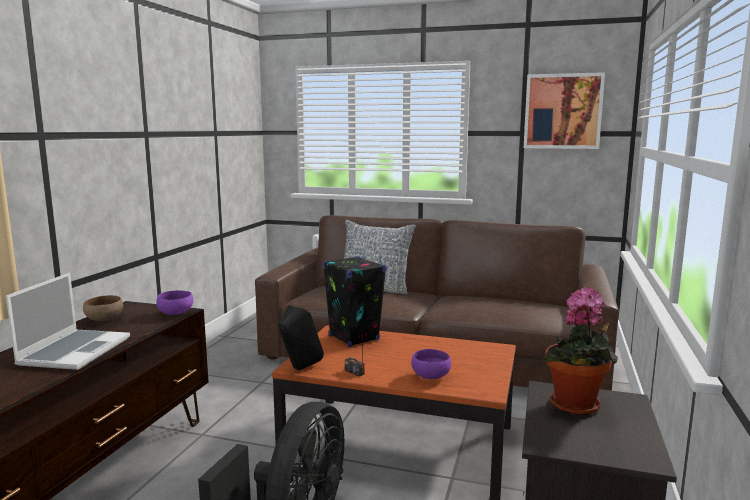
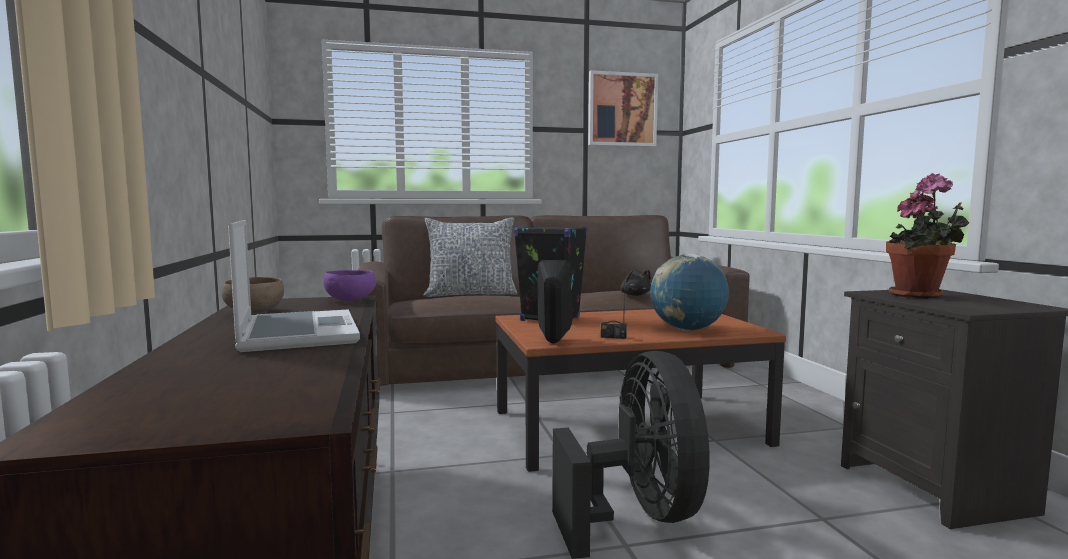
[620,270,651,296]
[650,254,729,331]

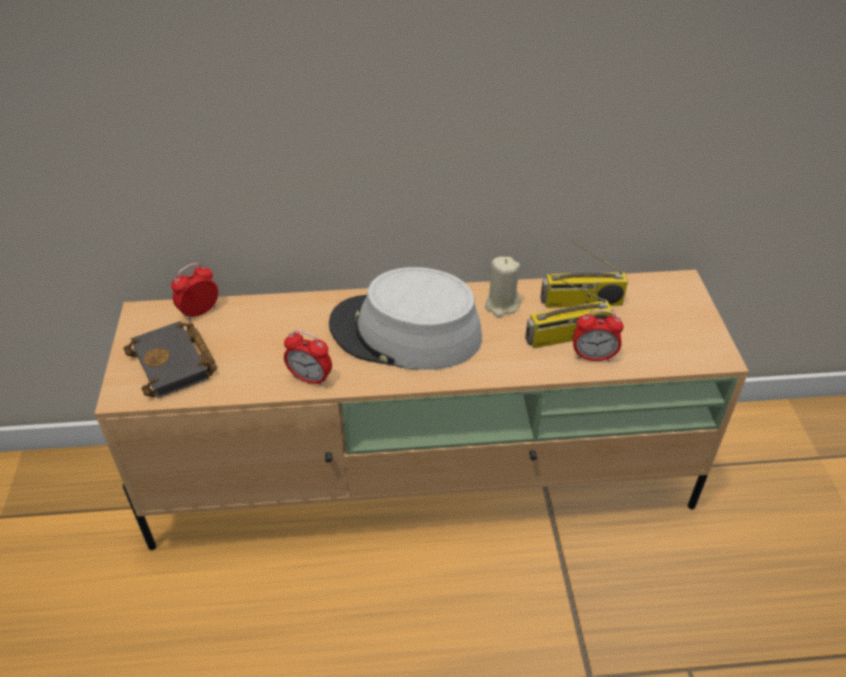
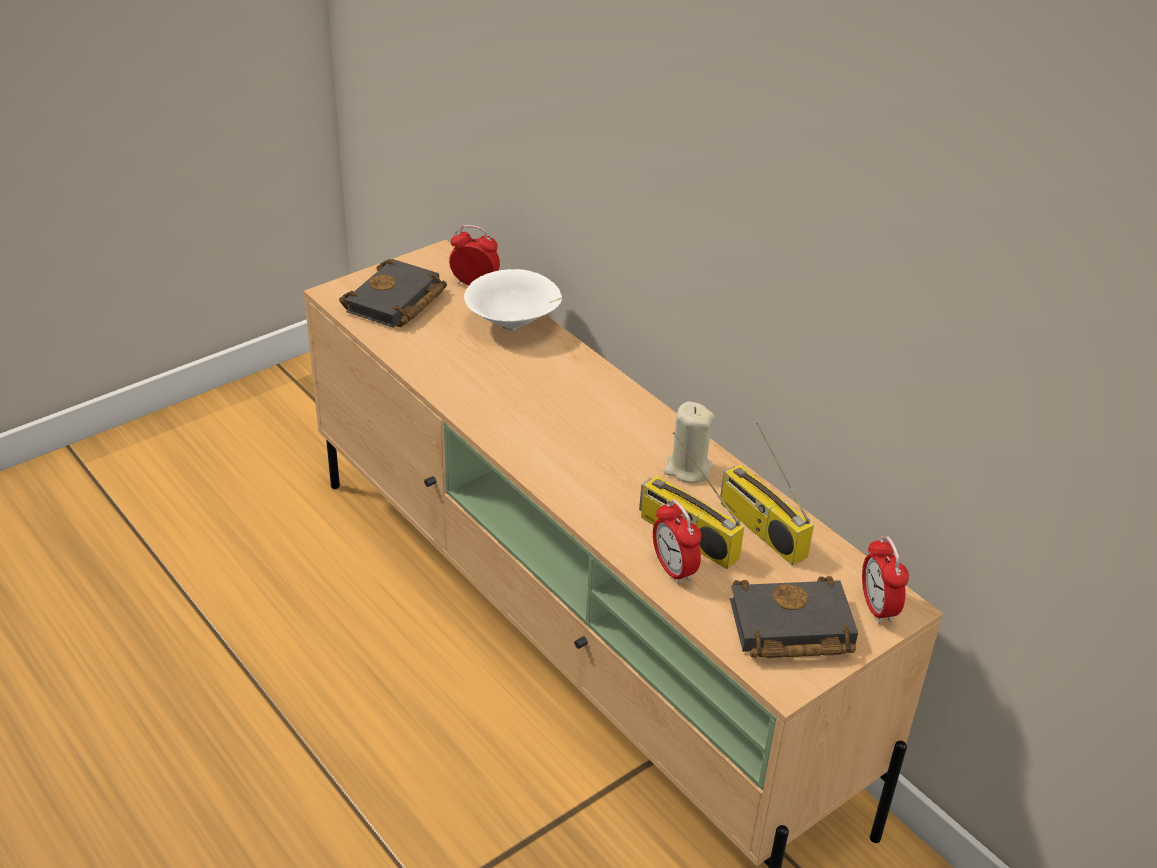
[464,269,562,330]
[730,576,858,658]
[862,536,909,624]
[329,267,482,370] (first image)

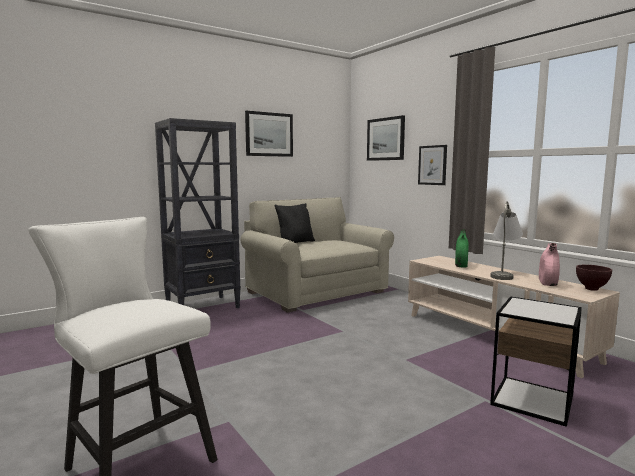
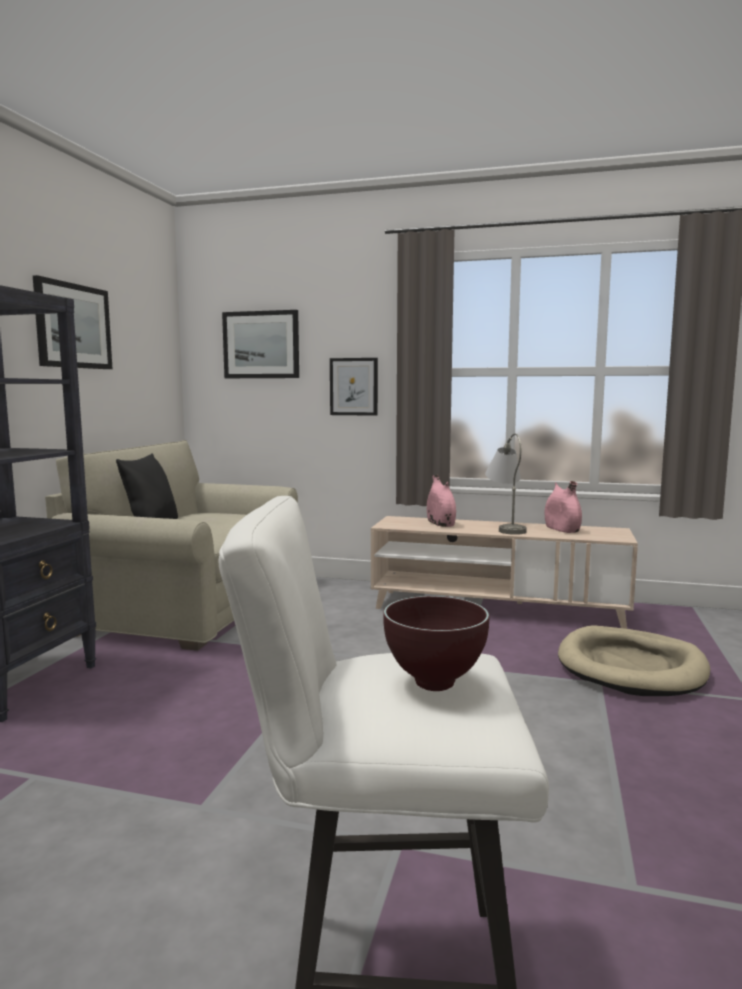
[383,596,489,691]
[427,475,456,527]
[558,625,710,696]

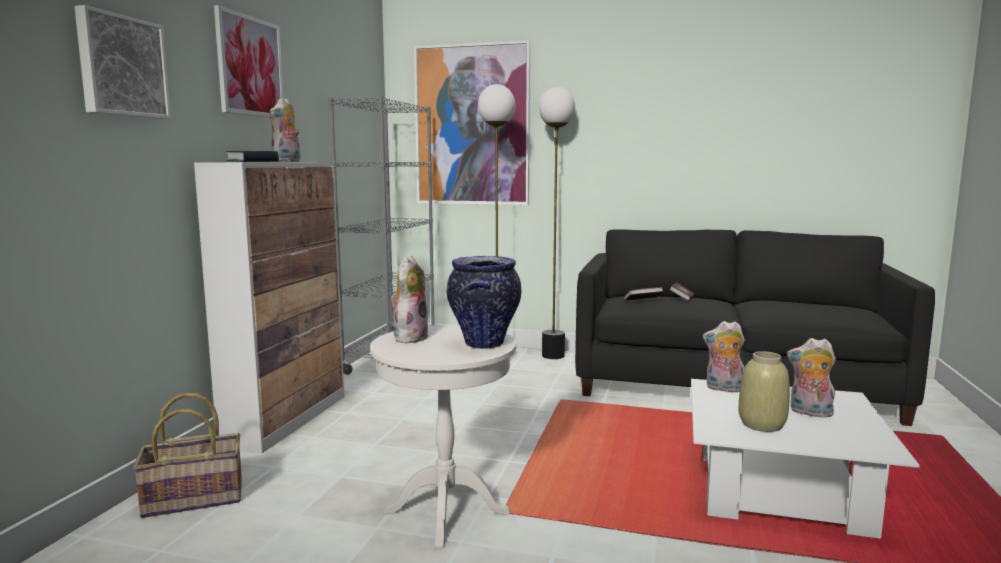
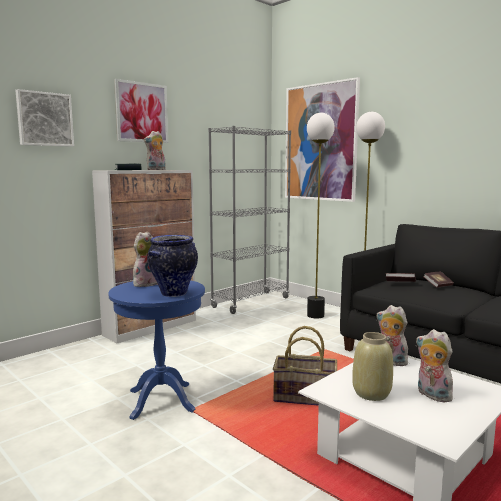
[108,280,205,420]
[273,326,337,406]

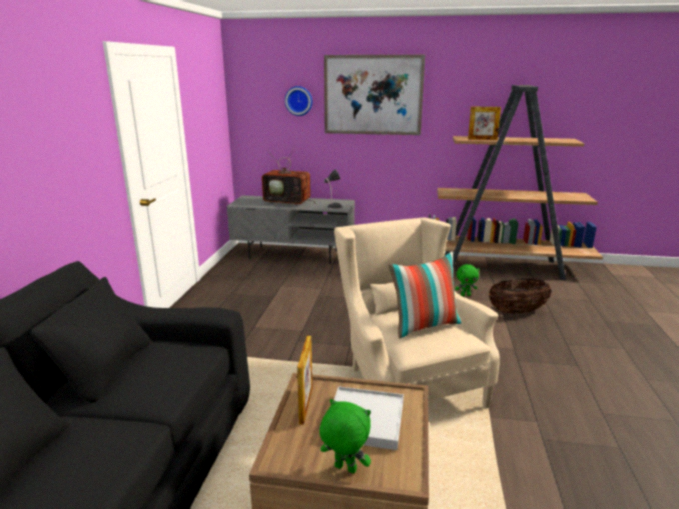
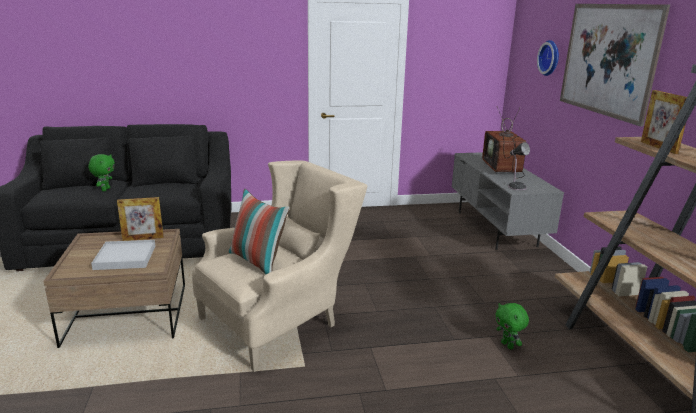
[88,154,115,191]
[489,279,551,314] (first image)

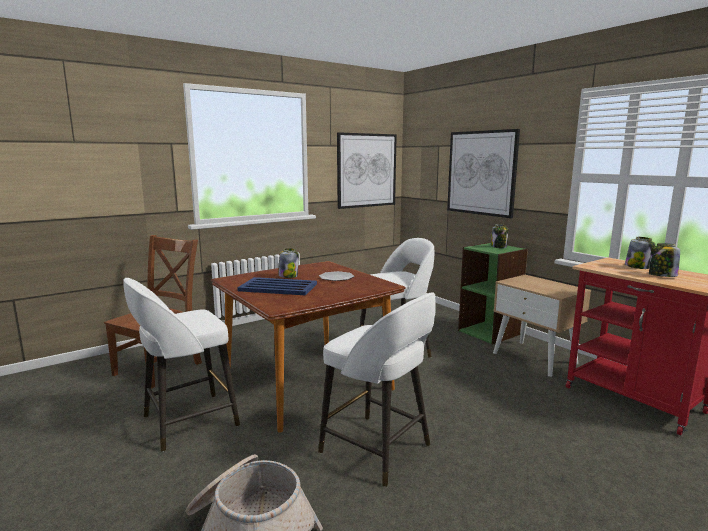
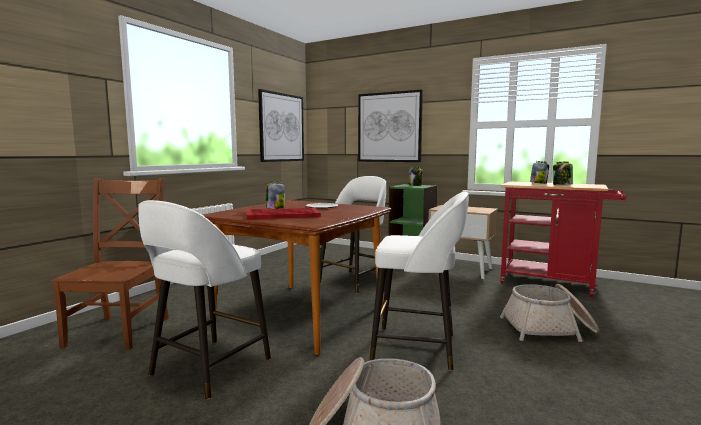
[247,208,321,220]
[500,284,599,342]

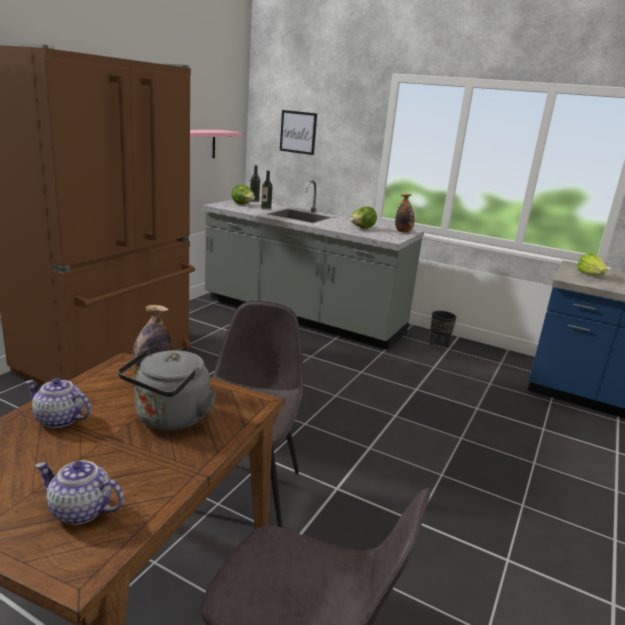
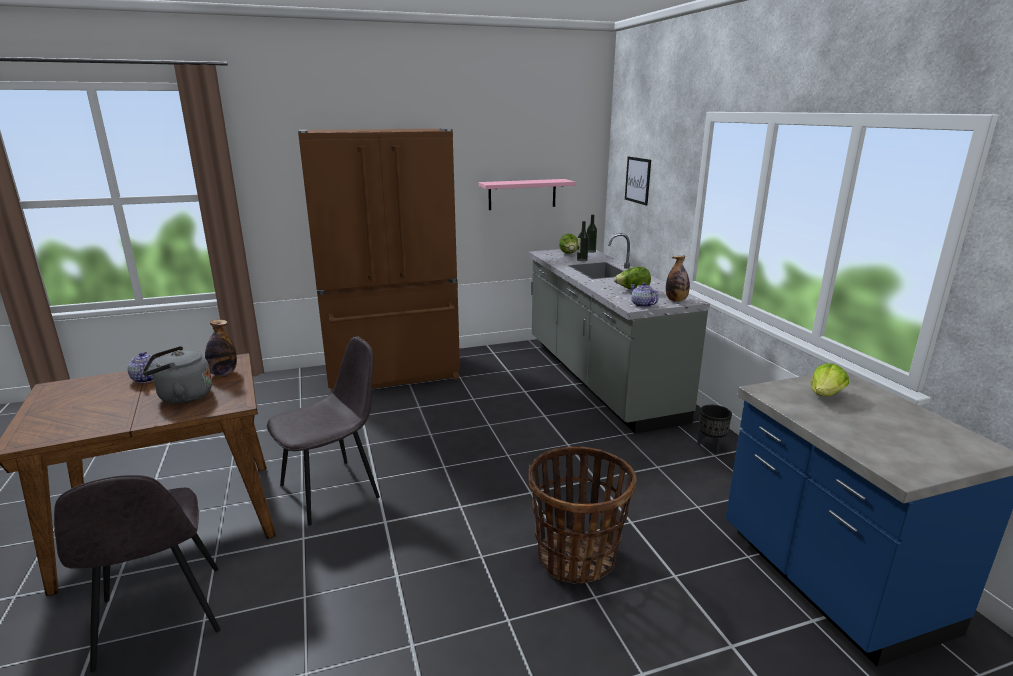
[528,447,637,584]
[630,283,659,308]

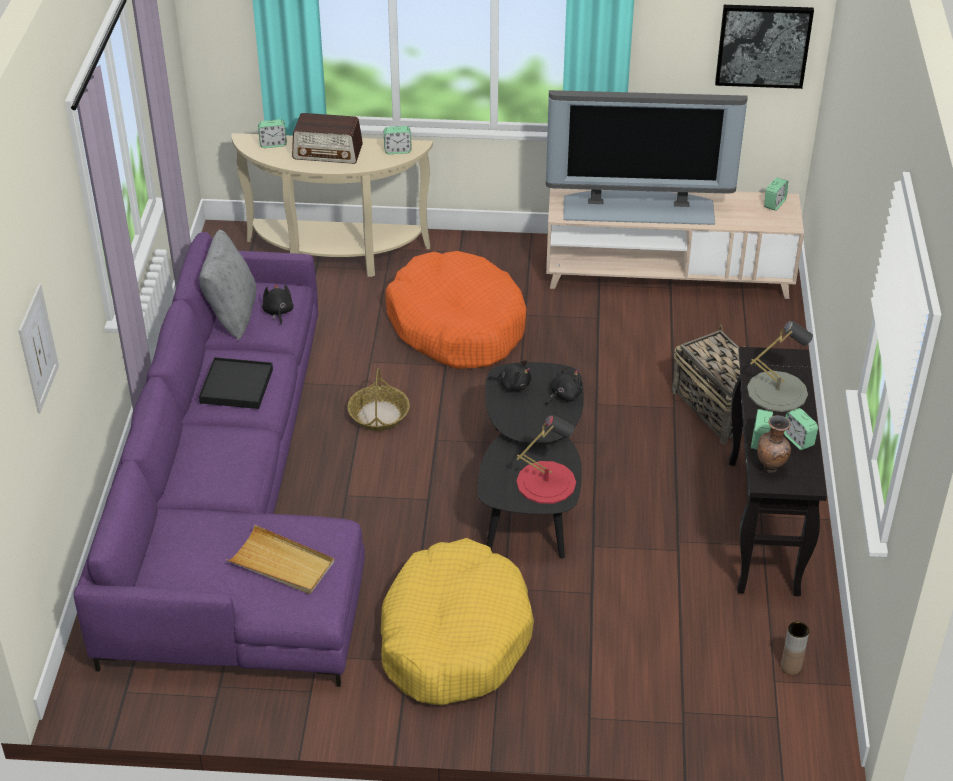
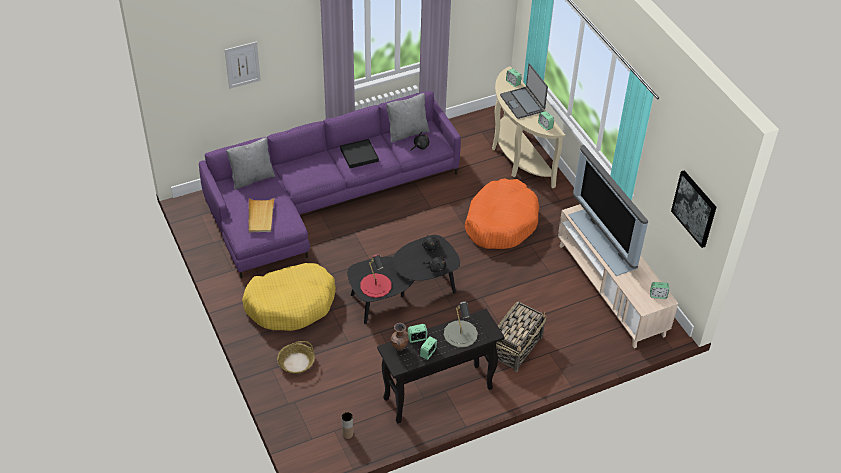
[226,137,276,190]
[277,341,315,374]
[500,63,548,119]

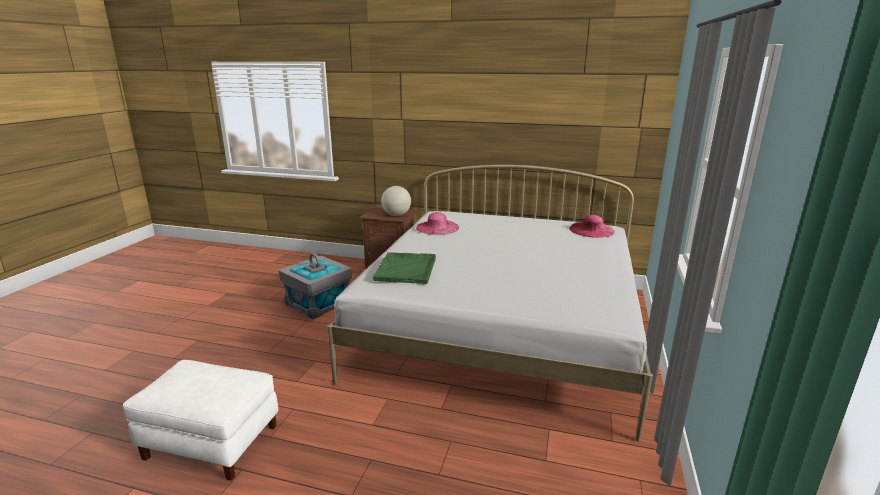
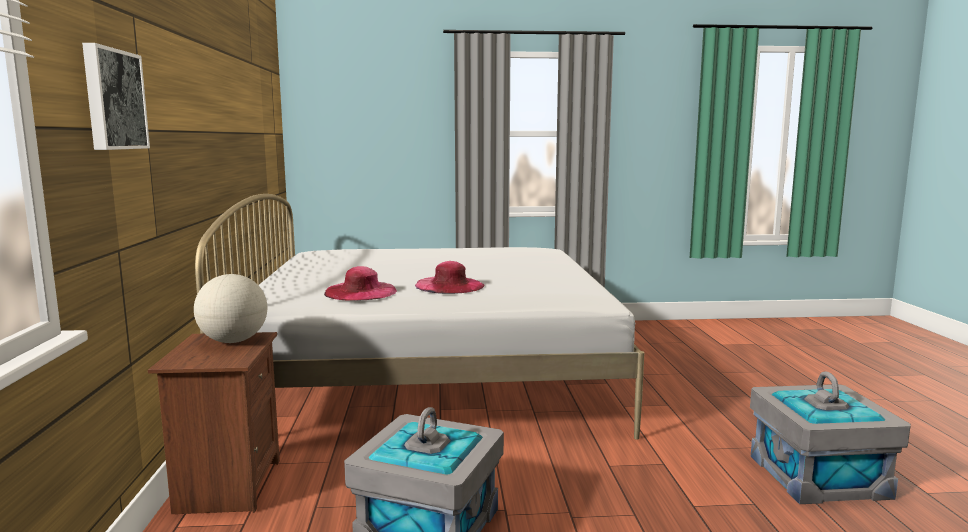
[82,43,150,150]
[415,261,484,294]
[750,372,911,504]
[373,252,436,284] (first image)

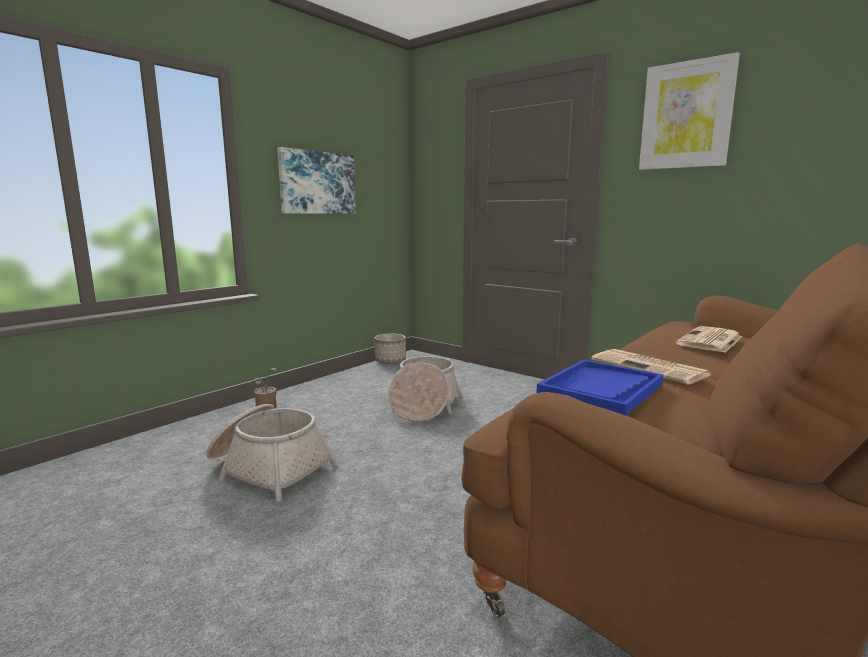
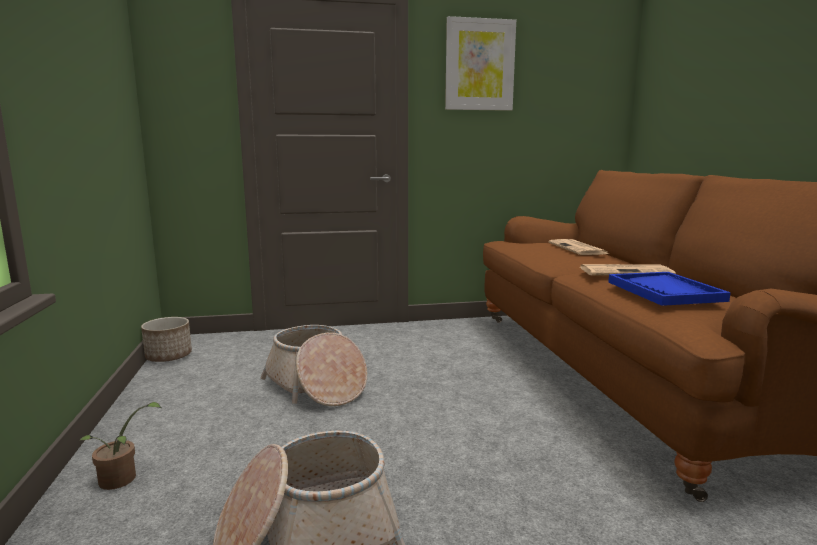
[277,147,356,214] (first image)

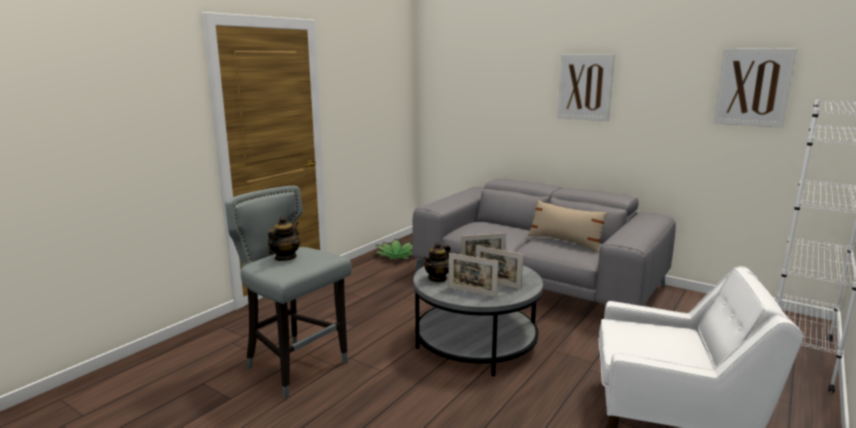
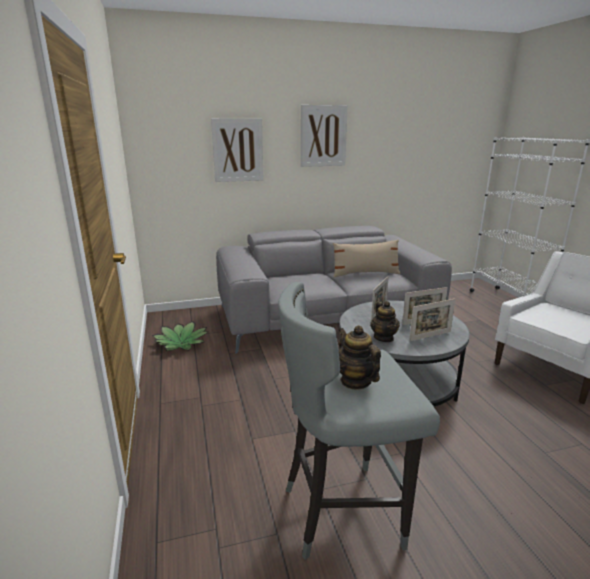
[211,118,263,182]

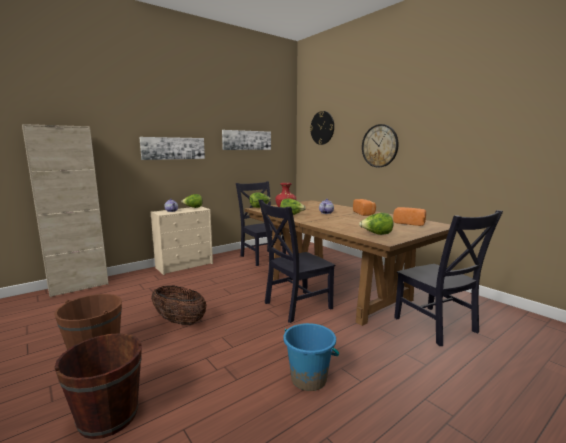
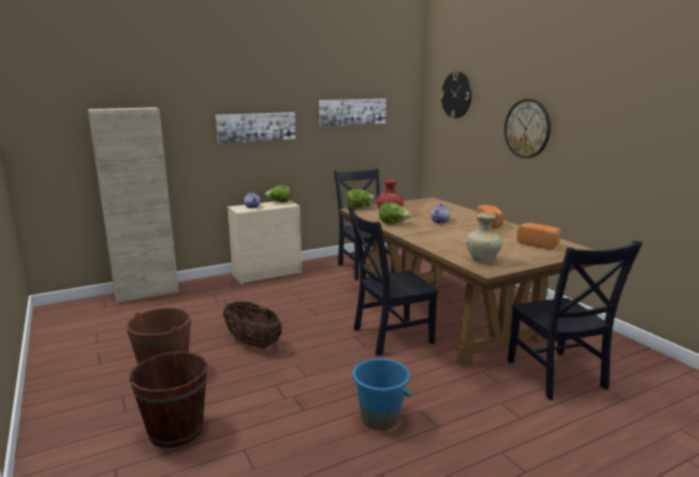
[466,213,503,263]

